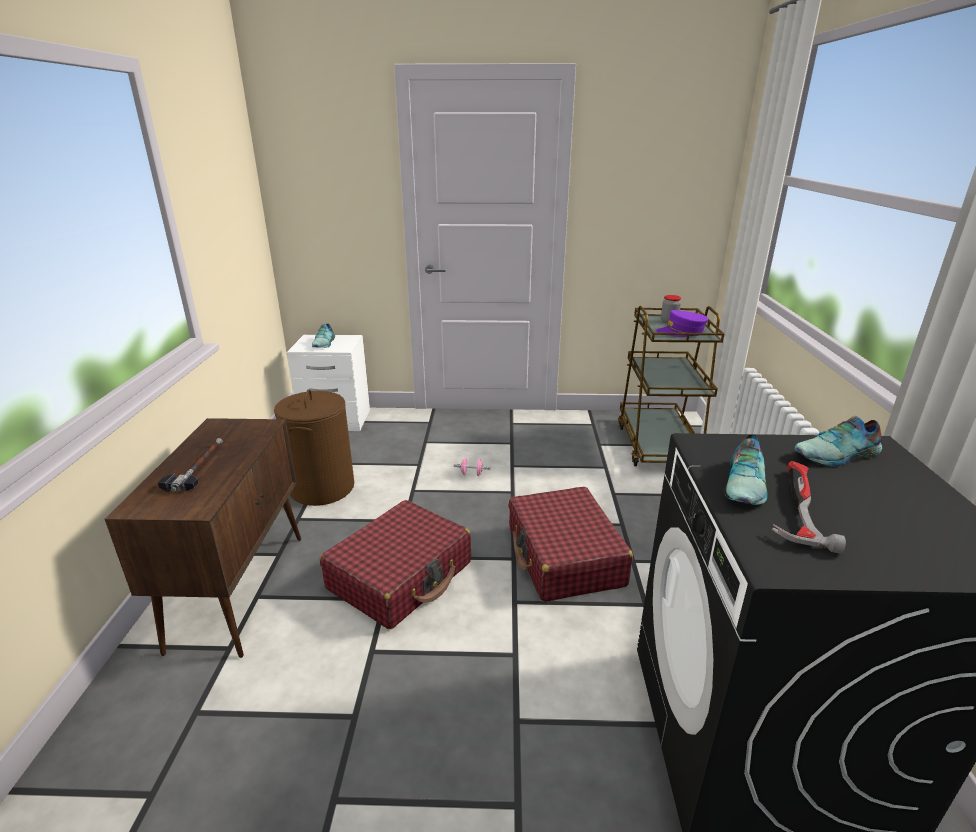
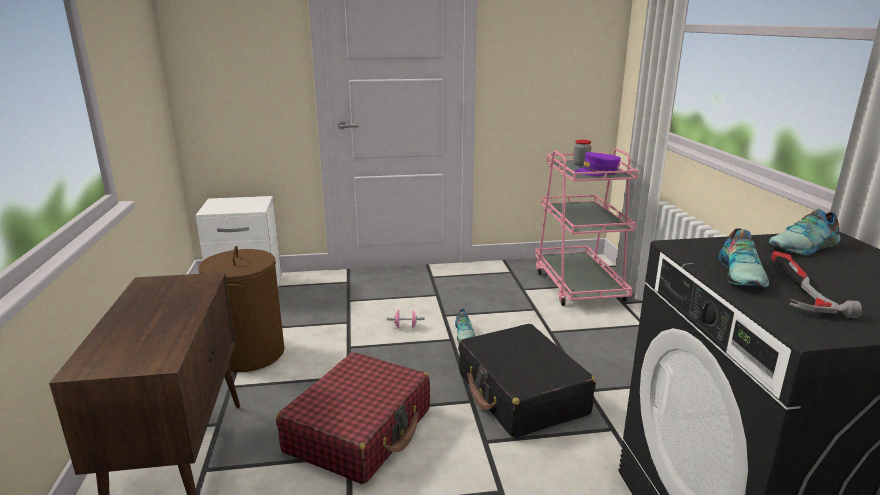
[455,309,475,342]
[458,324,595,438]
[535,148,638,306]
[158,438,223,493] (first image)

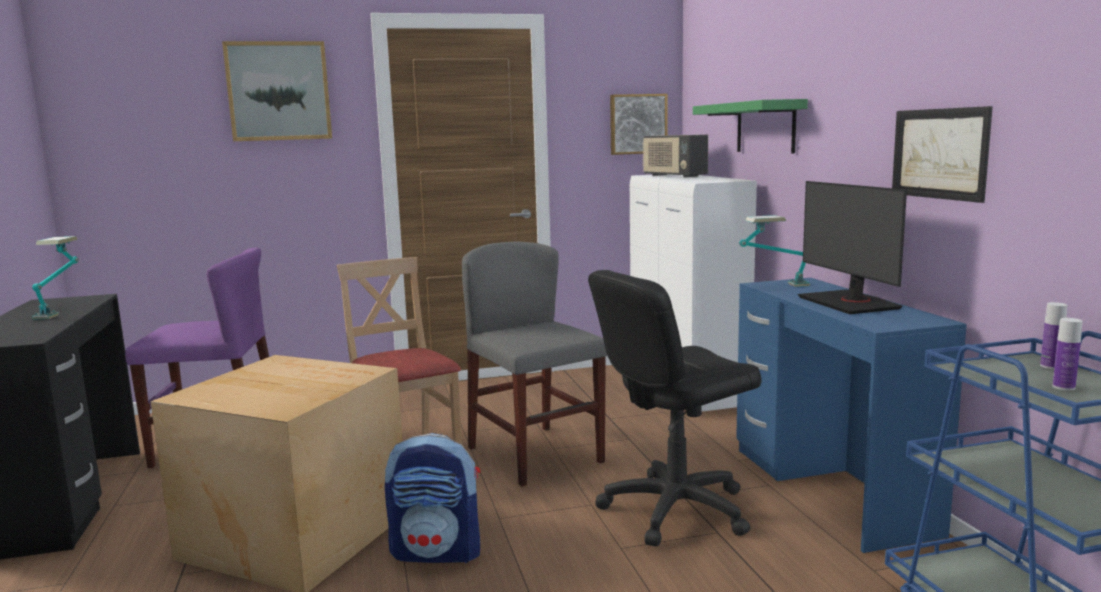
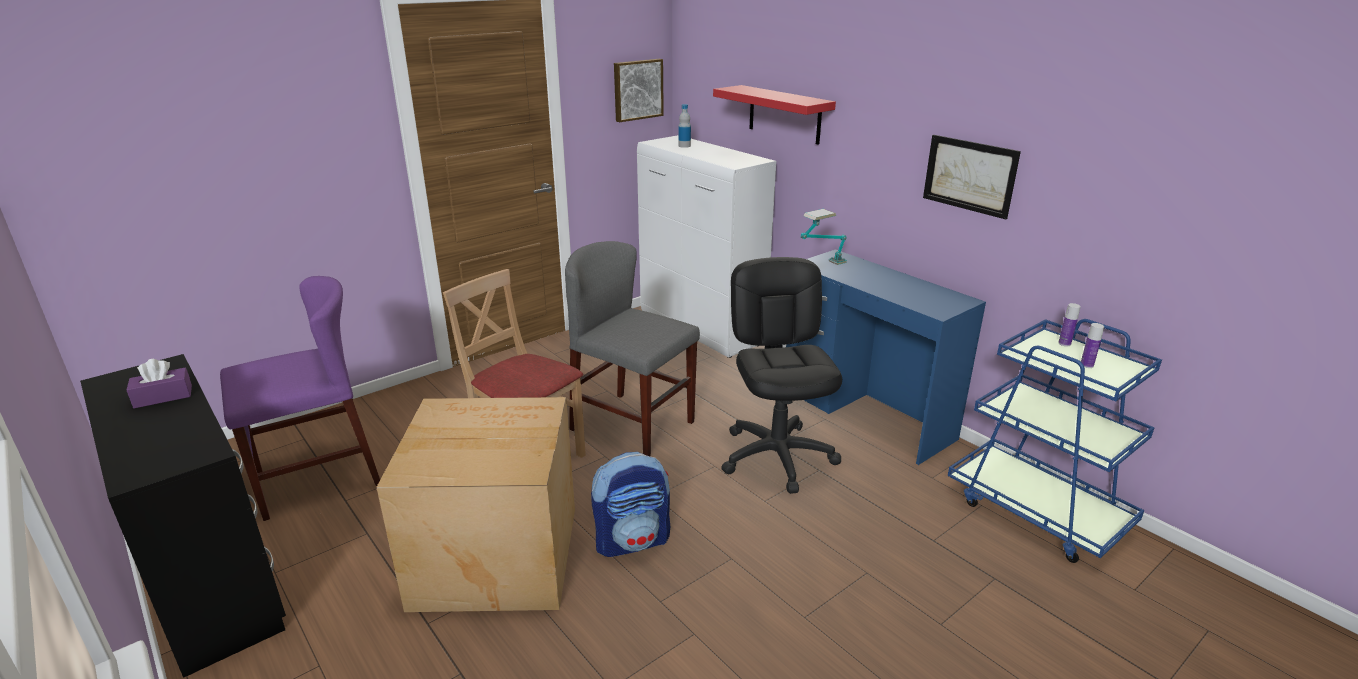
[127,359,192,408]
[679,104,691,148]
[713,85,836,145]
[721,257,842,494]
[222,41,332,141] (first image)
[798,181,907,314] (first image)

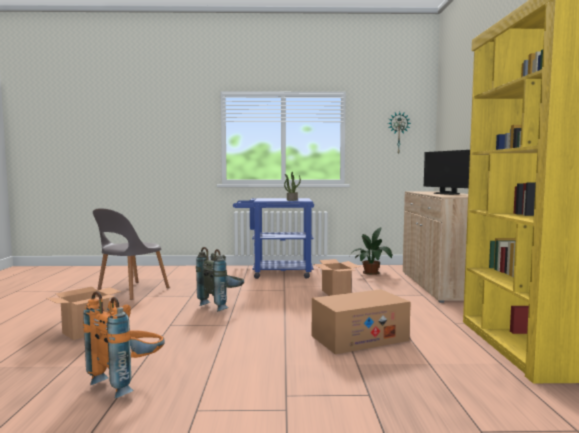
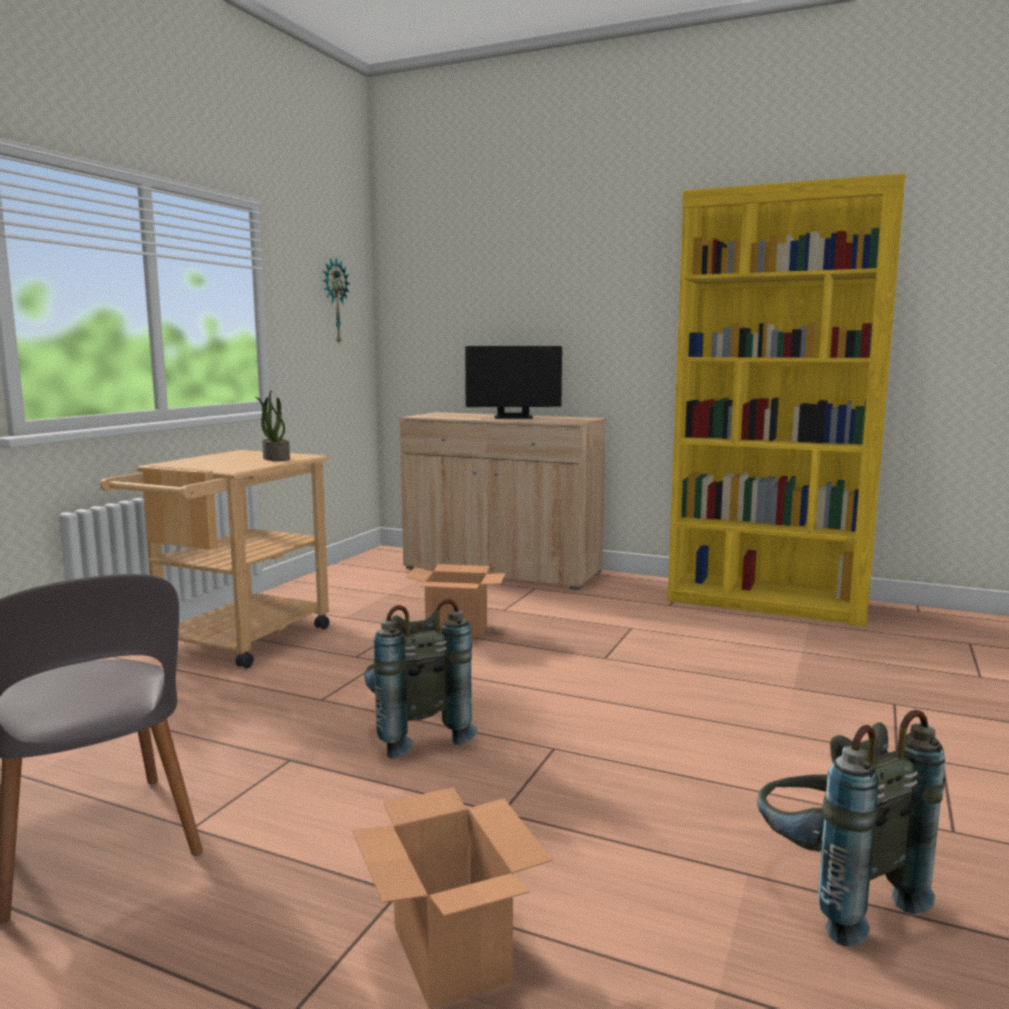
[100,450,329,668]
[757,710,945,947]
[312,289,411,354] (first image)
[350,227,392,275] (first image)

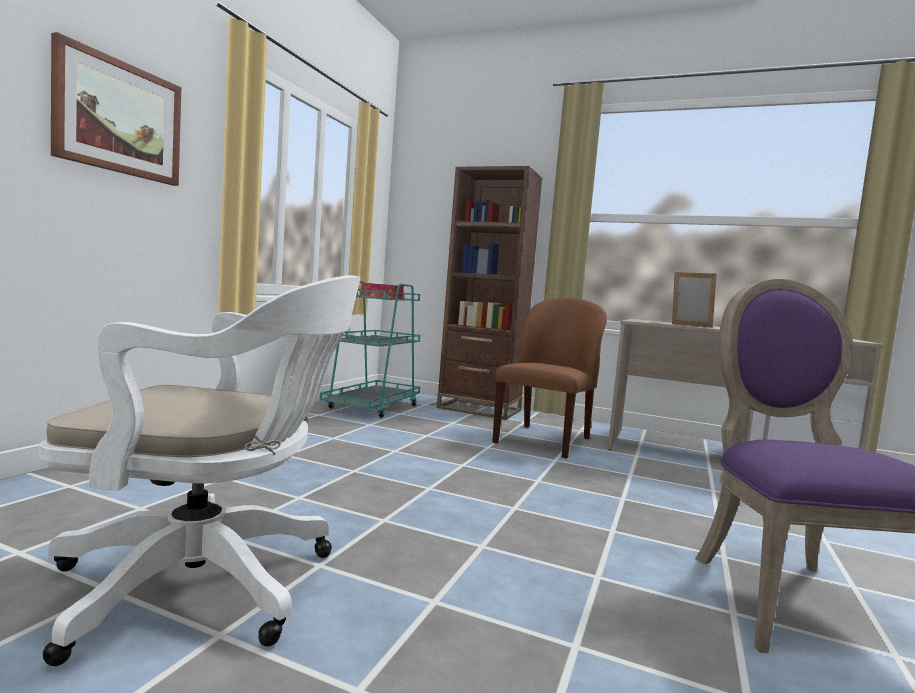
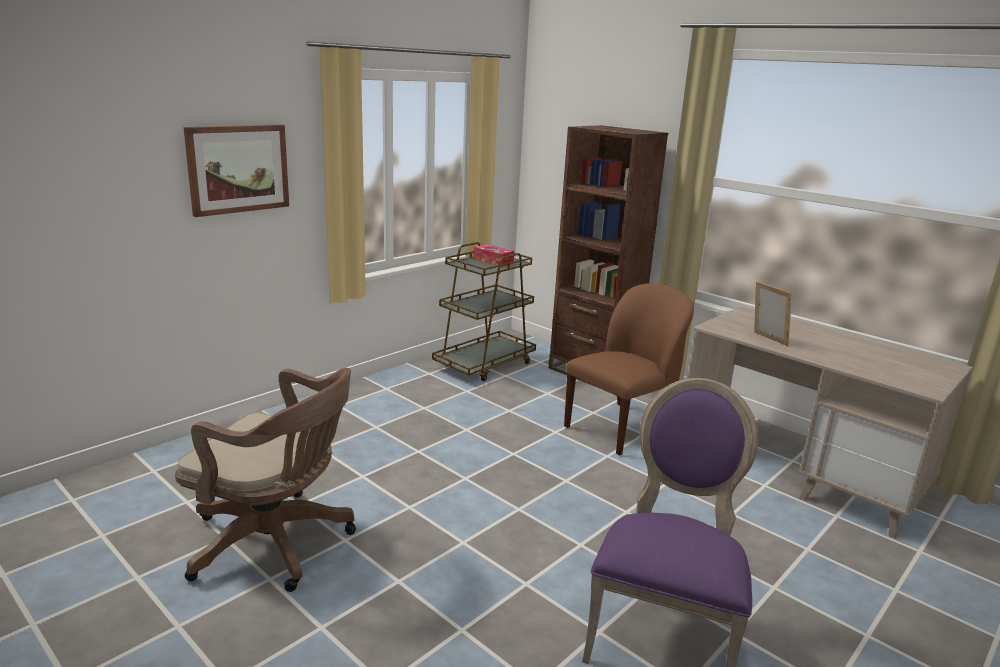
[175,368,356,592]
[432,242,536,381]

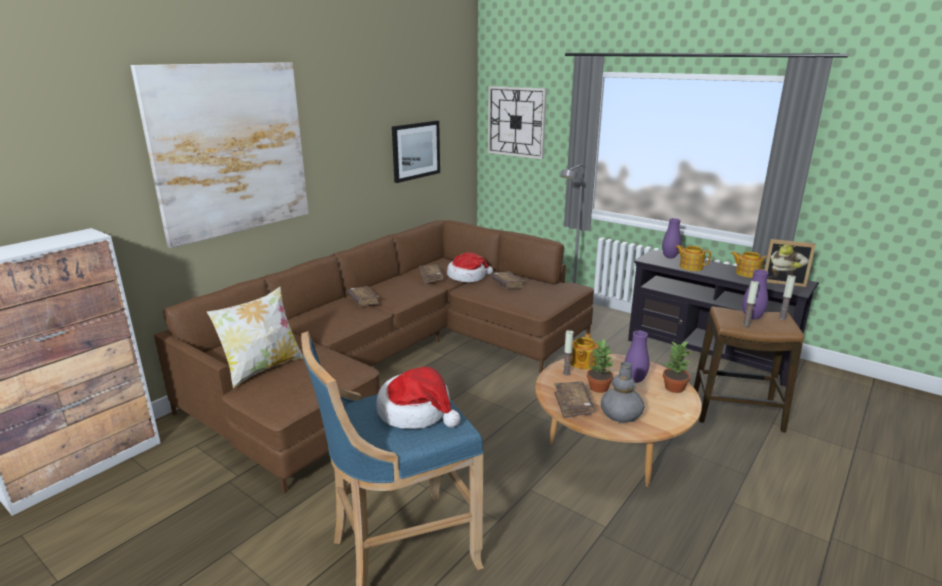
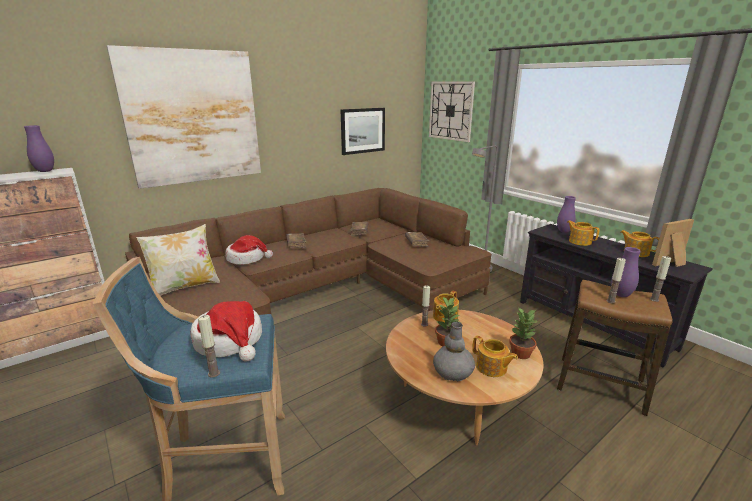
[24,125,54,172]
[198,315,220,378]
[225,235,273,265]
[472,336,518,377]
[652,219,694,267]
[554,381,595,418] (first image)

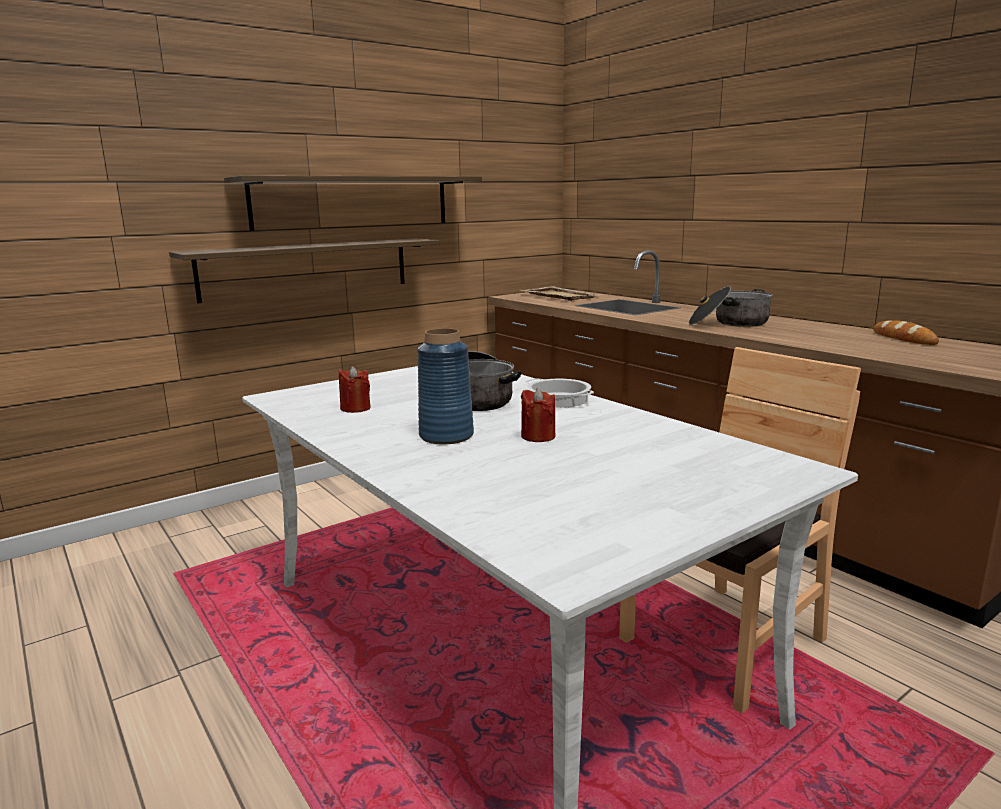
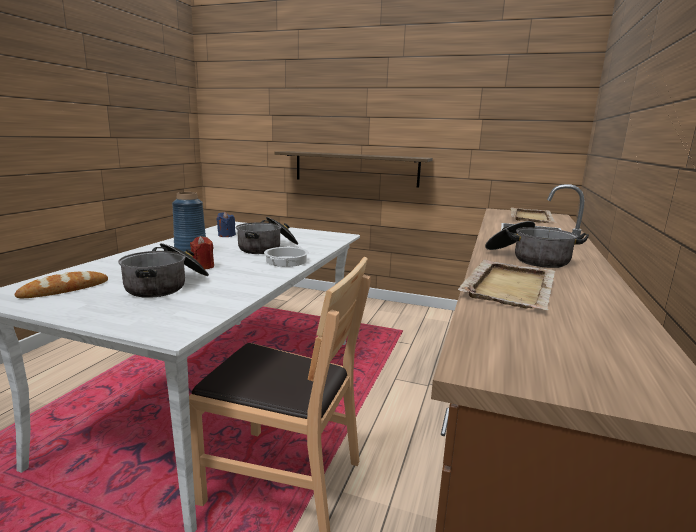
[15,271,108,298]
[118,243,209,298]
[217,212,236,237]
[458,260,555,310]
[224,175,482,231] (first image)

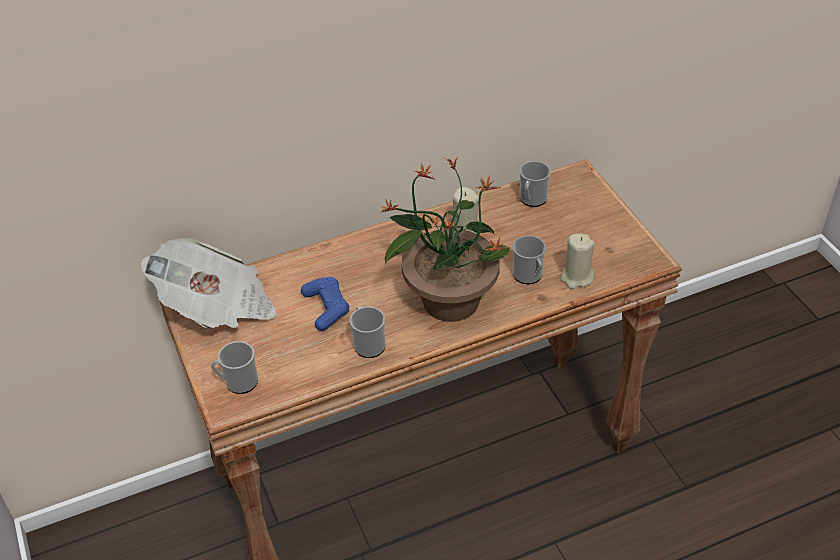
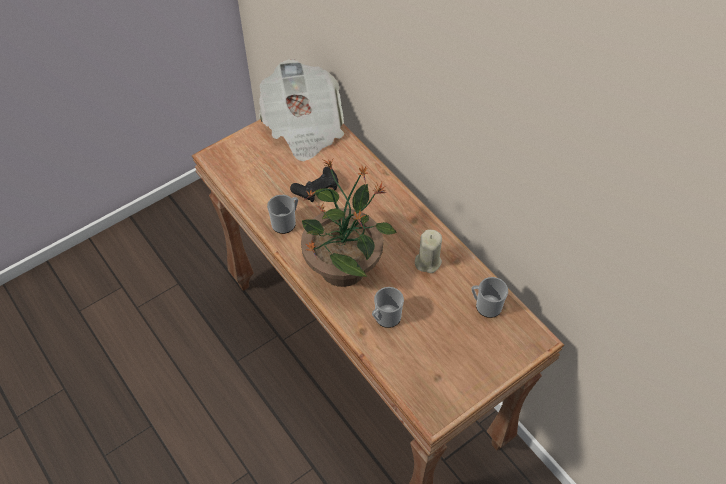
[290,166,338,202]
[211,341,258,394] (first image)
[560,233,595,289] (first image)

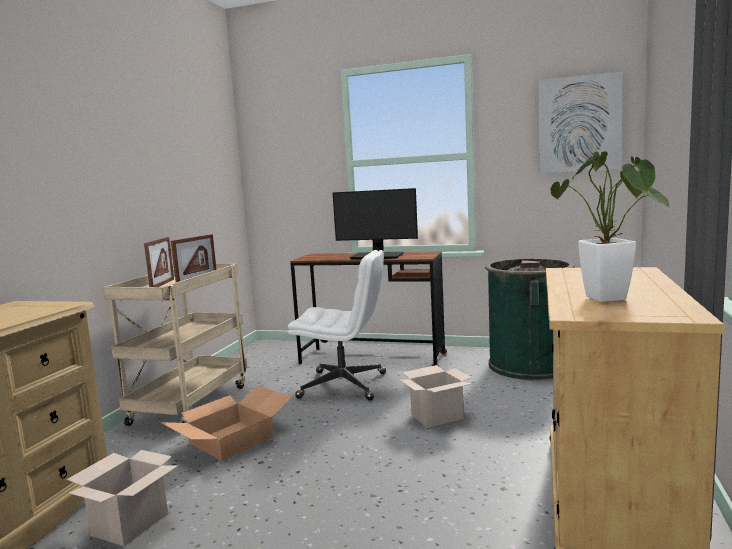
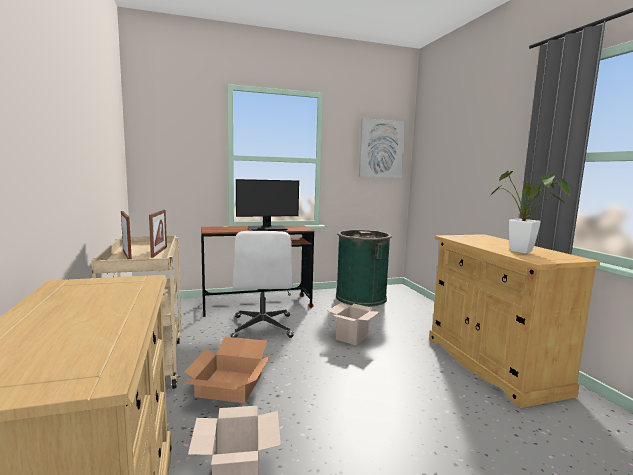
[231,231,293,338]

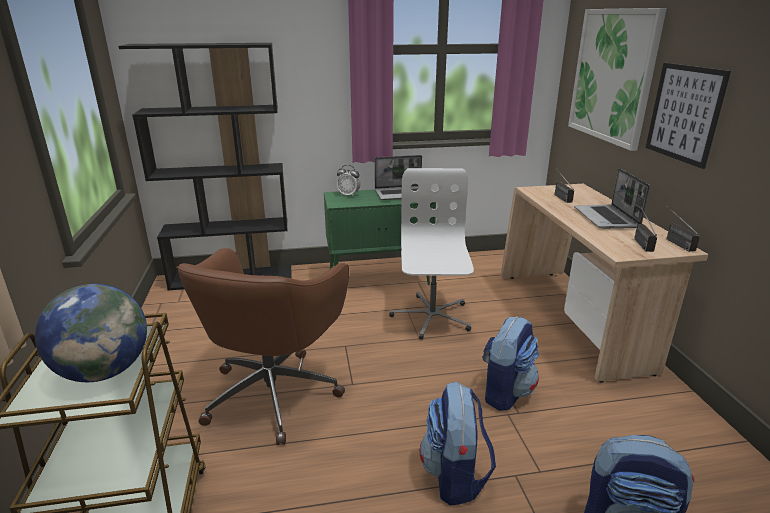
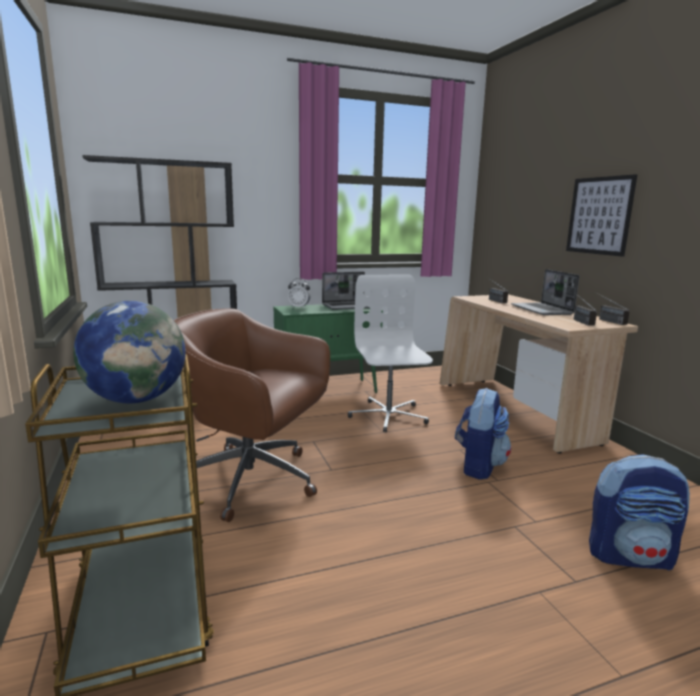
[174,308,330,522]
[420,382,496,505] (first image)
[568,8,667,151] (first image)

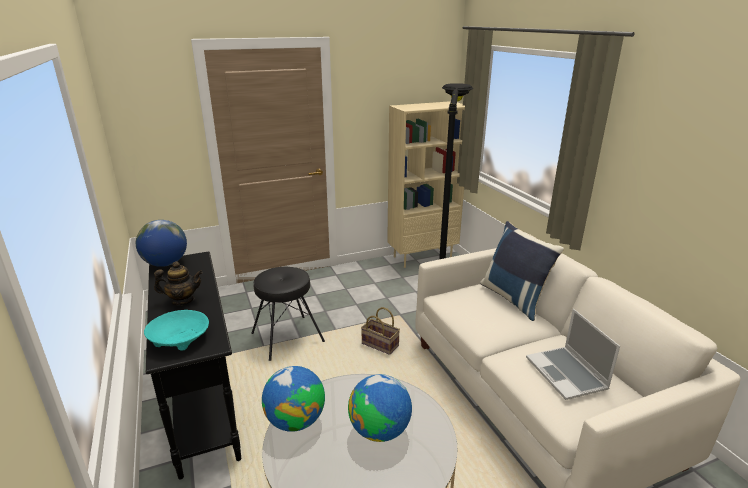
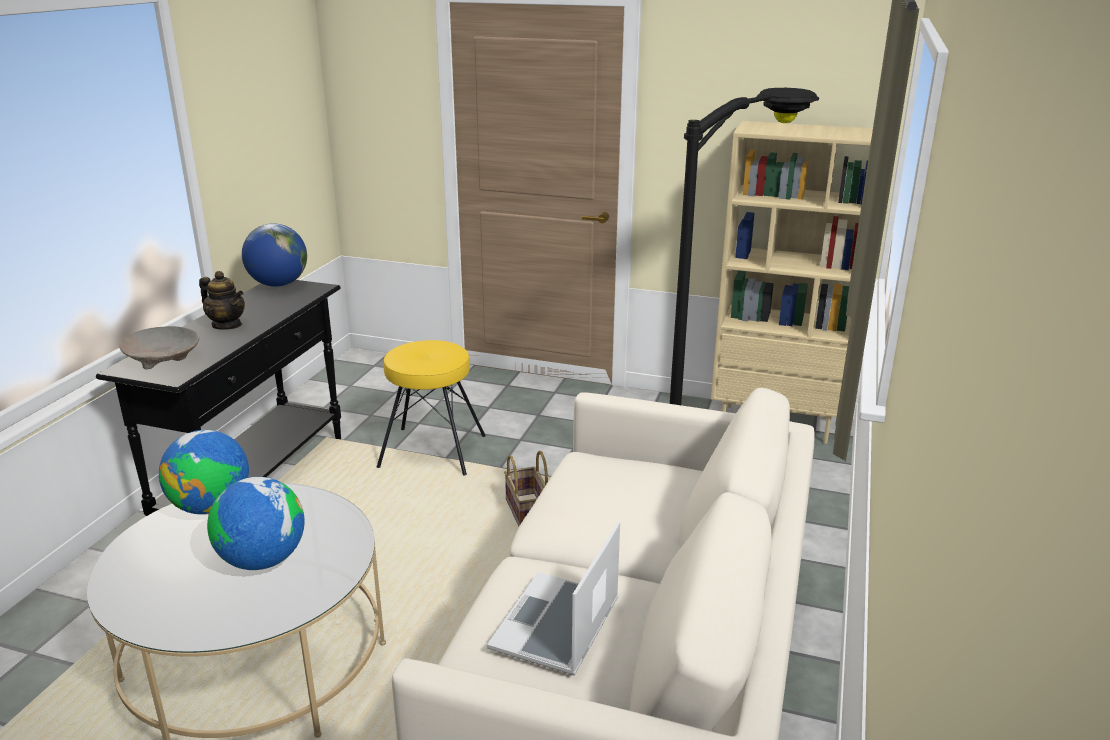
[119,326,199,369]
[377,340,486,475]
[480,221,564,321] (first image)

